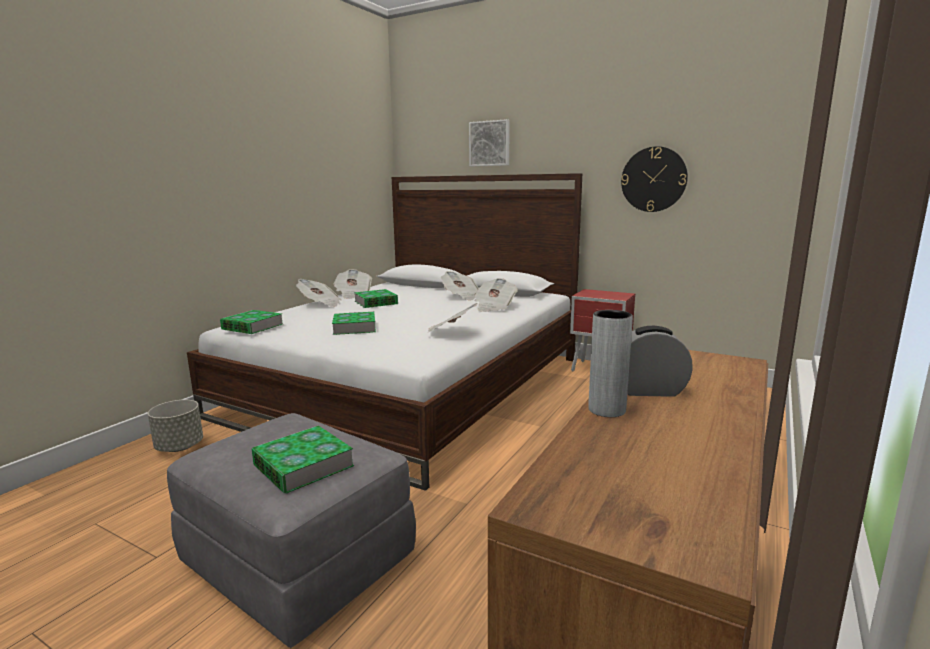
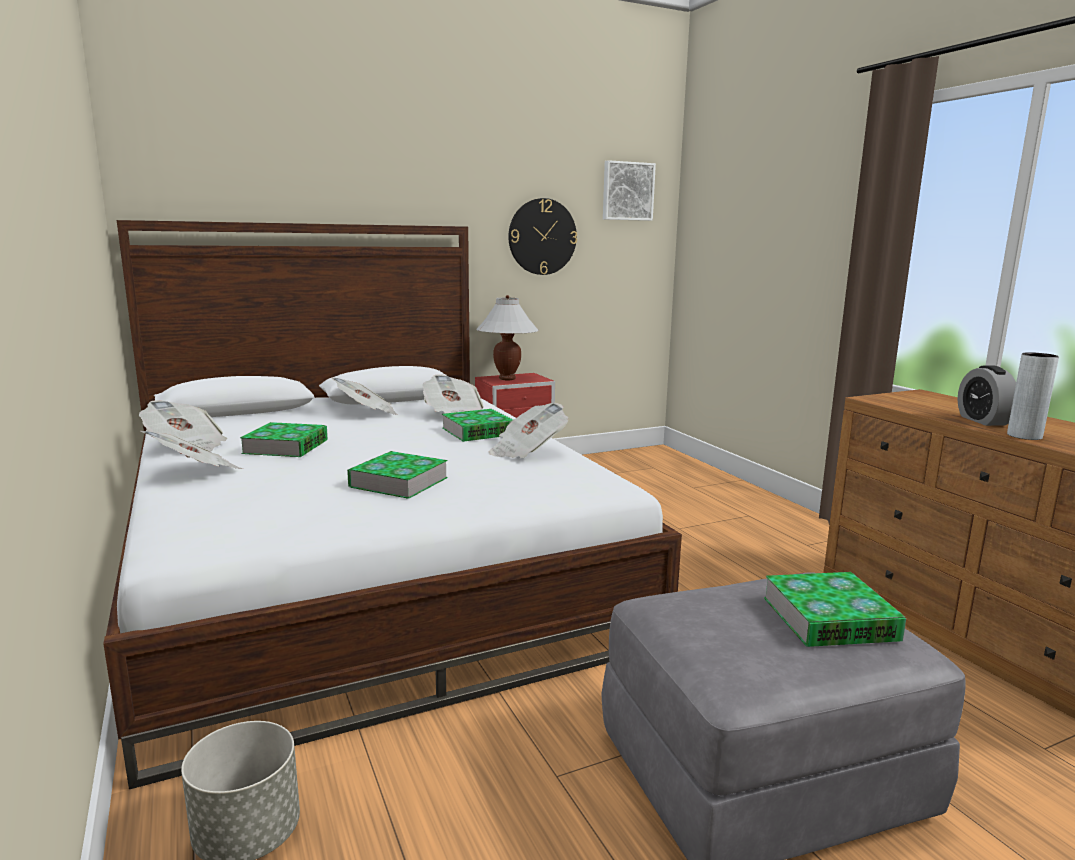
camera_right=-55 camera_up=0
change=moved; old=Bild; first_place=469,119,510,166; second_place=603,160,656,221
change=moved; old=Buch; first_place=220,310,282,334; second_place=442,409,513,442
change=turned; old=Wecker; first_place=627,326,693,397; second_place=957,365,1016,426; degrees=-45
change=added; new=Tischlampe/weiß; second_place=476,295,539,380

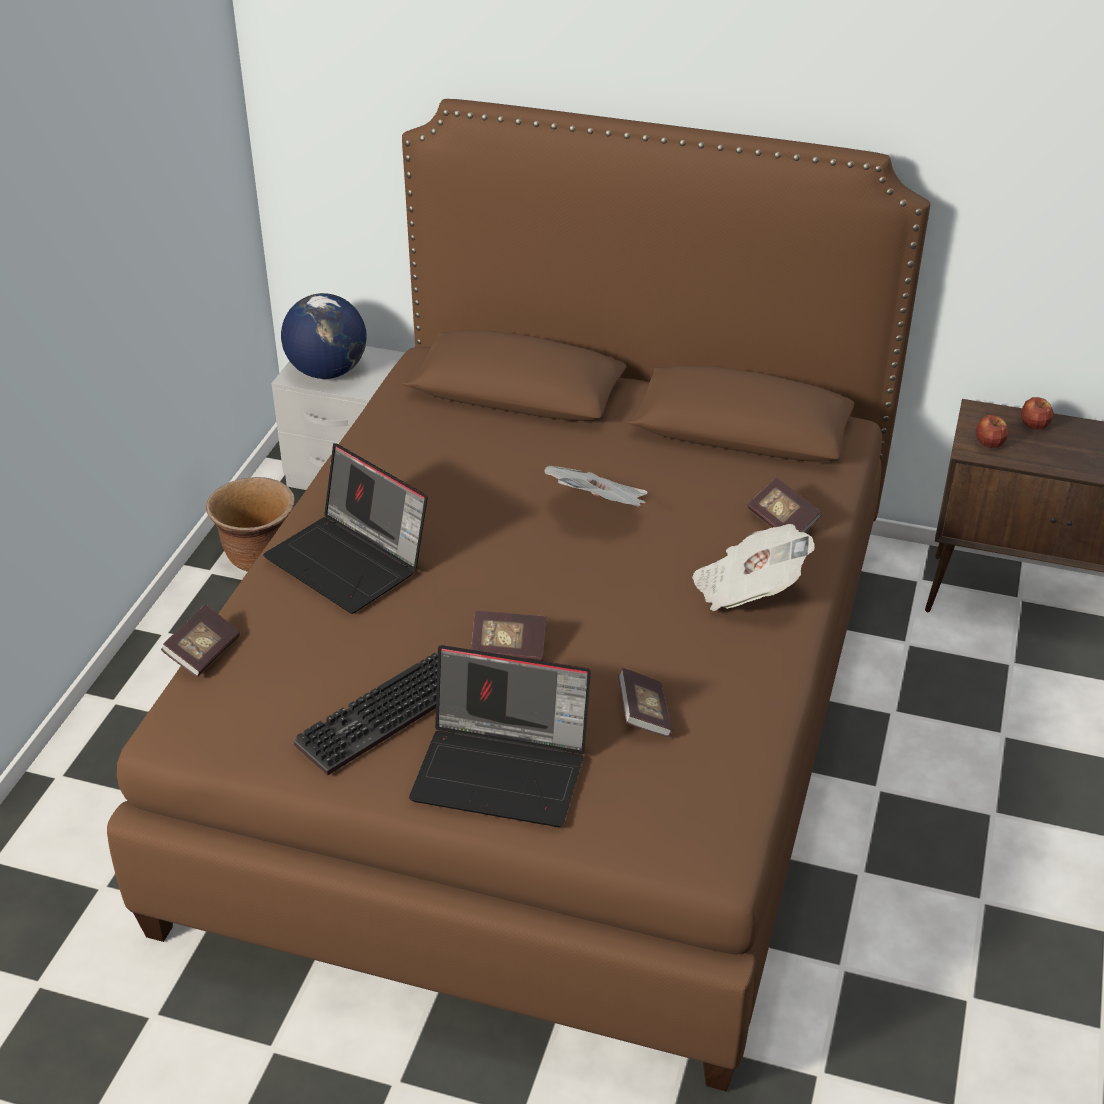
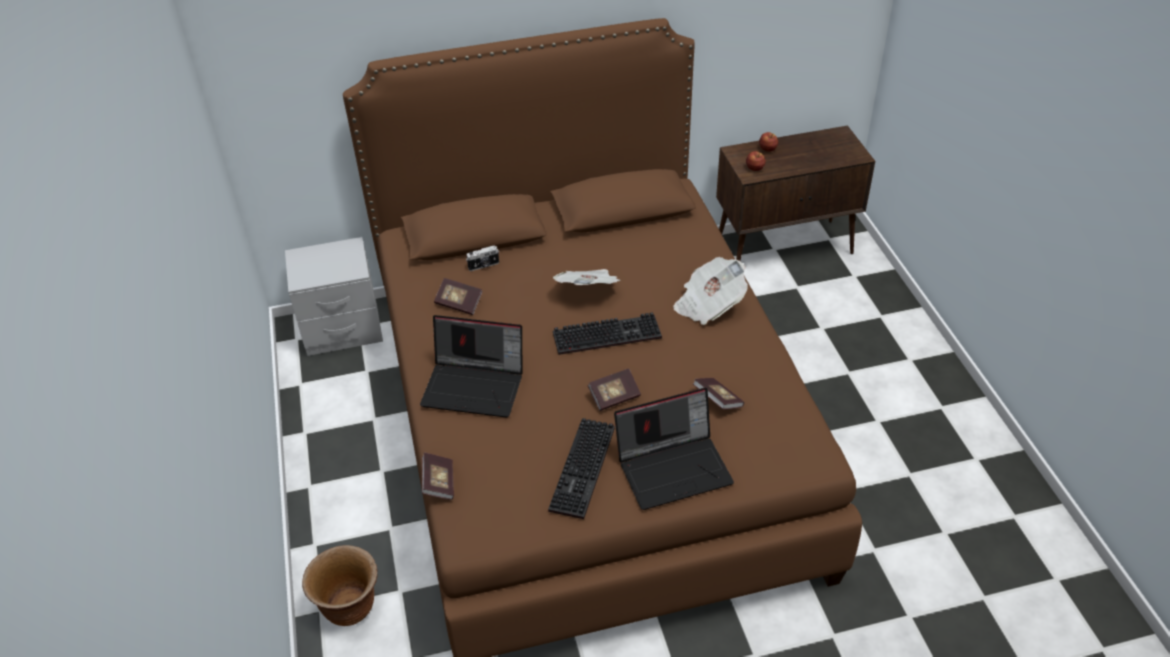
camera_right=-30 camera_up=5
change=removed; old=Globus; first_place=281,293,367,379
change=moved; old=Pflanzkübel/braun; first_place=206,477,295,572; second_place=302,545,377,626
change=moved; old=Buch; first_place=747,478,822,533; second_place=434,278,483,315
change=added; new=Kamera; second_place=466,245,499,271
change=added; new=Tastatur; second_place=553,312,662,355

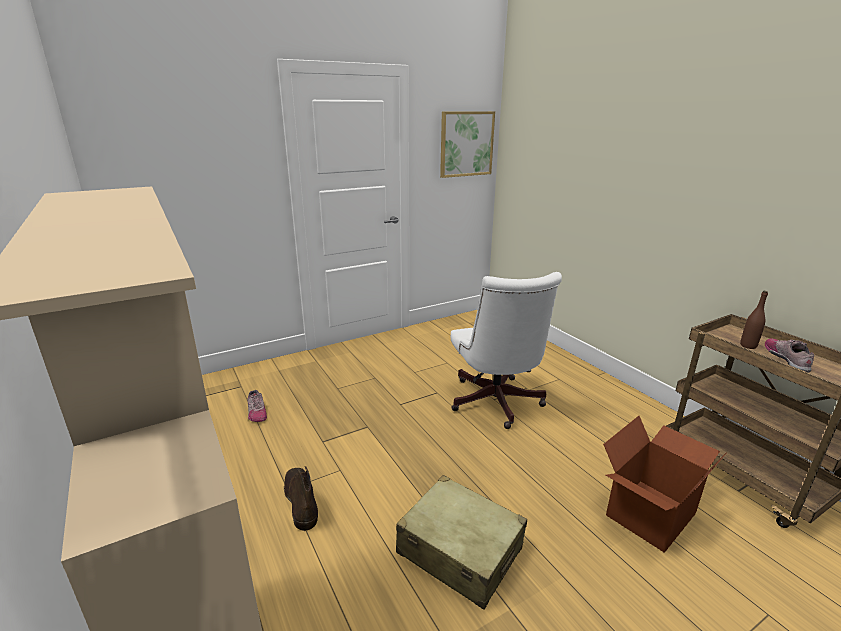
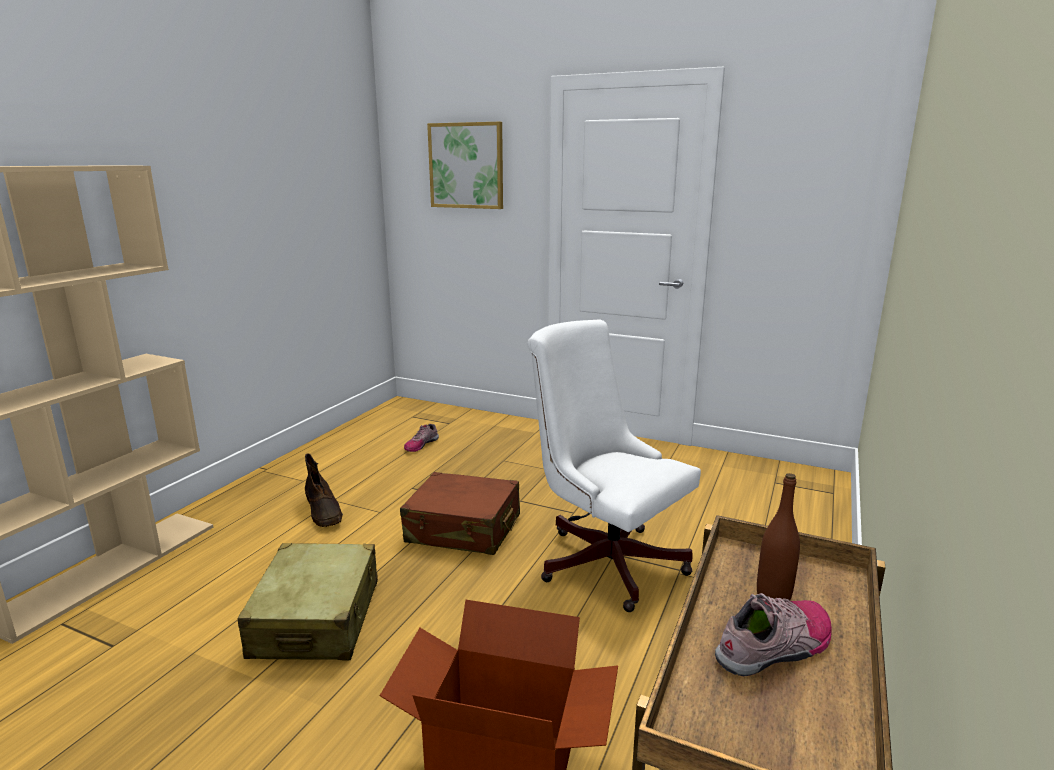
camera_right=55 camera_up=-5
change=moved; old=Bild; first_place=440,111,495,178; second_place=427,122,503,209
change=turned; old=Bürostuhl/weiß; first_place=451,272,562,429; second_place=527,320,701,612; degrees=90
change=turned; old=Stiefel/braun; first_place=284,466,318,531; second_place=305,453,343,527; degrees=120
change=added; new=Koffer/braun; second_place=400,472,520,555

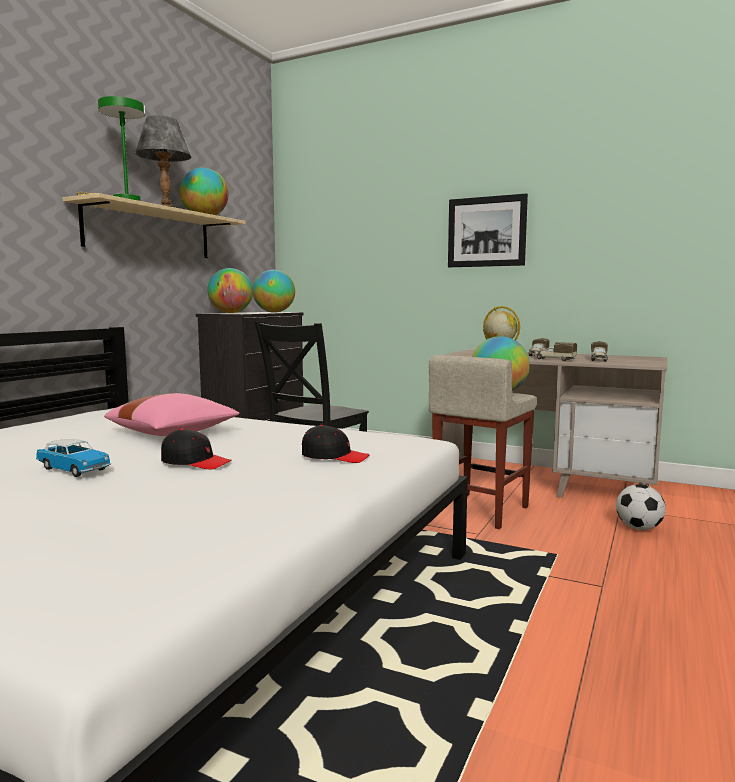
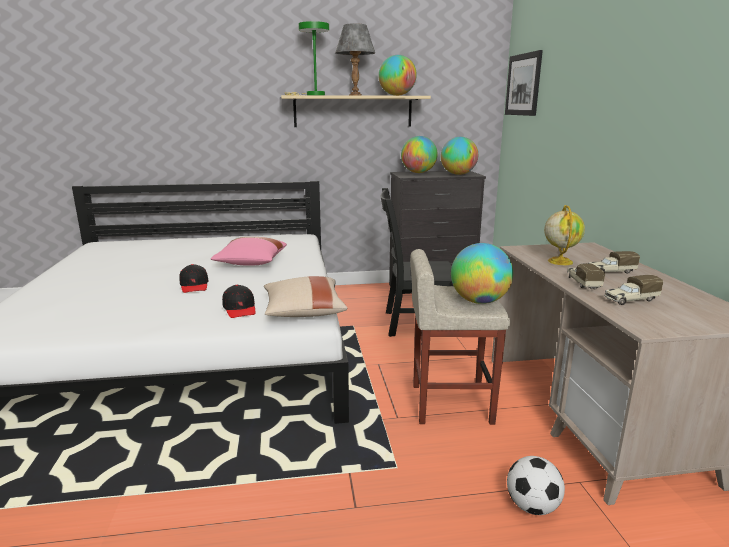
camera_right=55 camera_up=10
change=moved; old=Bild; first_place=448,193,528,267; second_place=505,50,543,116
change=removed; old=Spielzeugauto; first_place=36,439,111,477
change=added; new=Kissen/beige; second_place=264,276,347,317

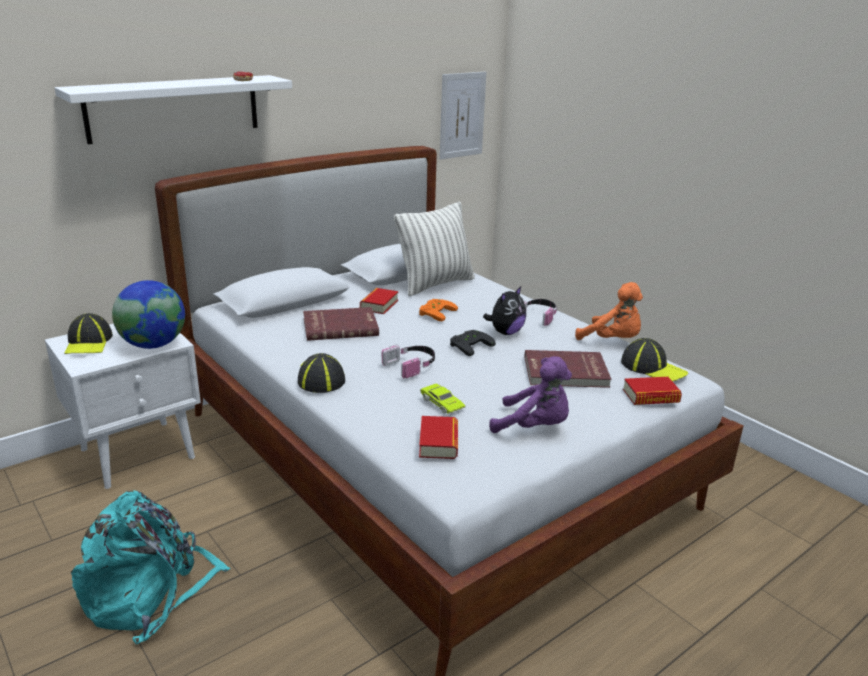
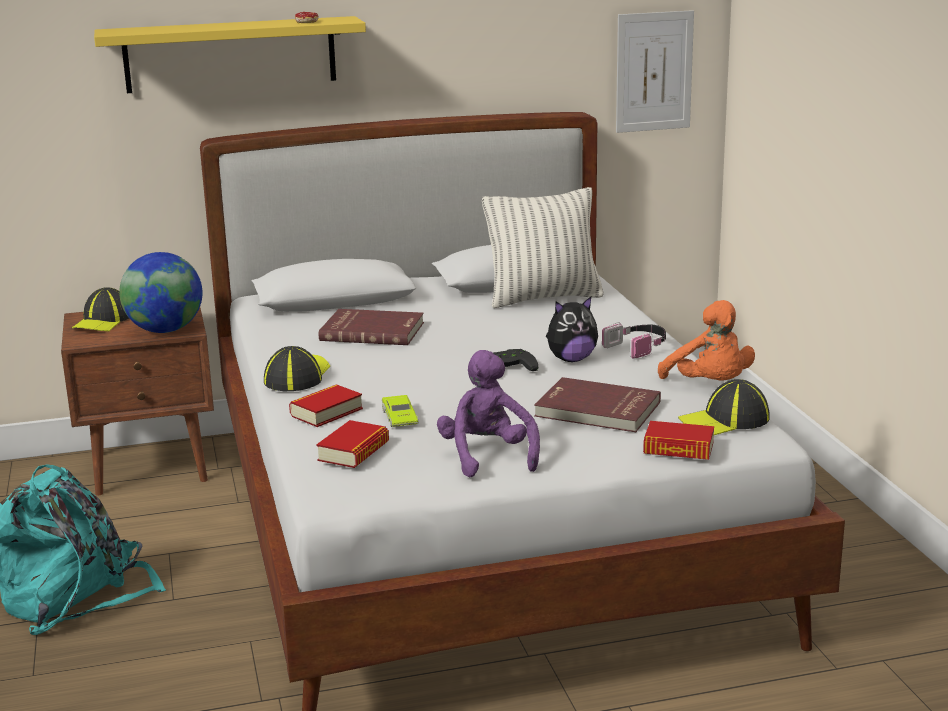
camera_right=25 camera_up=-5
change=recoloured; old=Wandregal/weiß; new=Wandregal/gelb; first_place=55,75,292,144; second_place=94,16,366,93
change=moved; old=Buch; first_place=360,288,398,314; second_place=289,384,363,427
change=removed; old=Gamepad/orange; first_place=419,299,458,321
change=recoloured; old=Nachttisch/weiß; new=Nachttisch/braun; first_place=45,324,201,489; second_place=61,308,214,496
change=turned; old=Kappe; first_place=621,338,688,382; second_place=678,379,770,435; degrees=90
change=removed; old=Kopfhörer; first_place=382,344,435,378
change=turned; old=Plüschtier/lila; first_place=489,356,572,433; second_place=437,350,540,477; degrees=-150

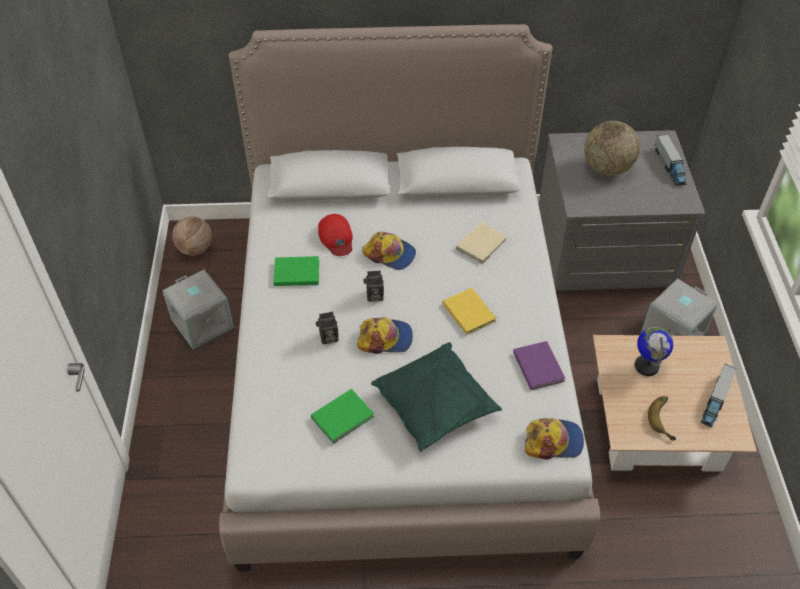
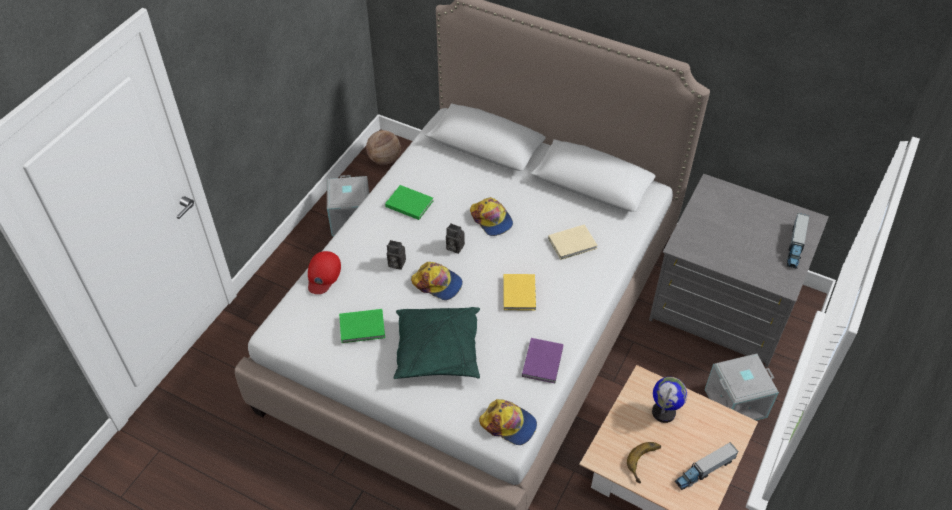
camera_right=30 camera_up=0
change=removed; old=Globus; first_place=584,121,640,176
change=moved; old=Kappe/rot; first_place=318,214,353,256; second_place=308,251,341,294

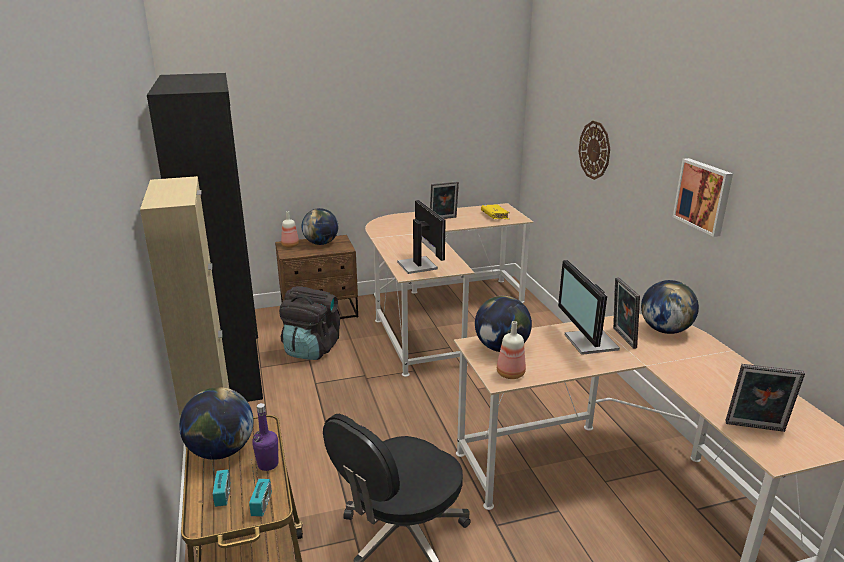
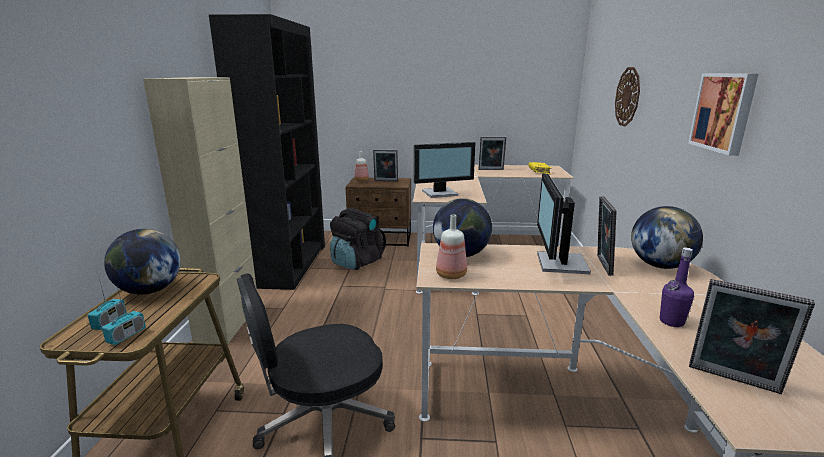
camera_right=20 camera_up=-5
change=turned; old=Monitor; first_place=397,200,446,274; second_place=414,142,476,198; degrees=75
change=replaced; old=Globus; new=Bilderrahmen; first_place=302,208,338,245; second_place=373,150,398,181
change=moved; old=Flasche/lila; first_place=252,403,278,471; second_place=660,248,694,327

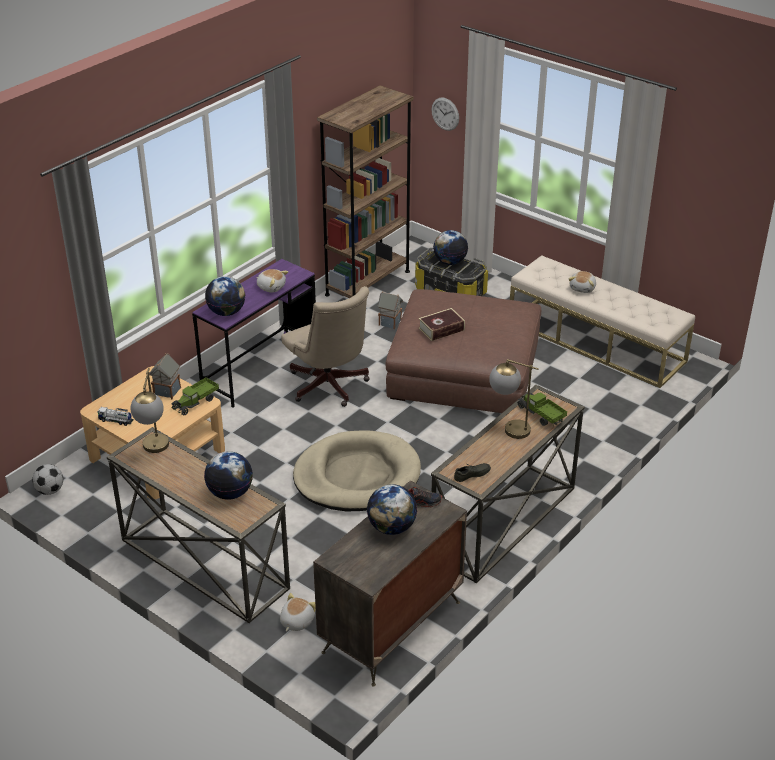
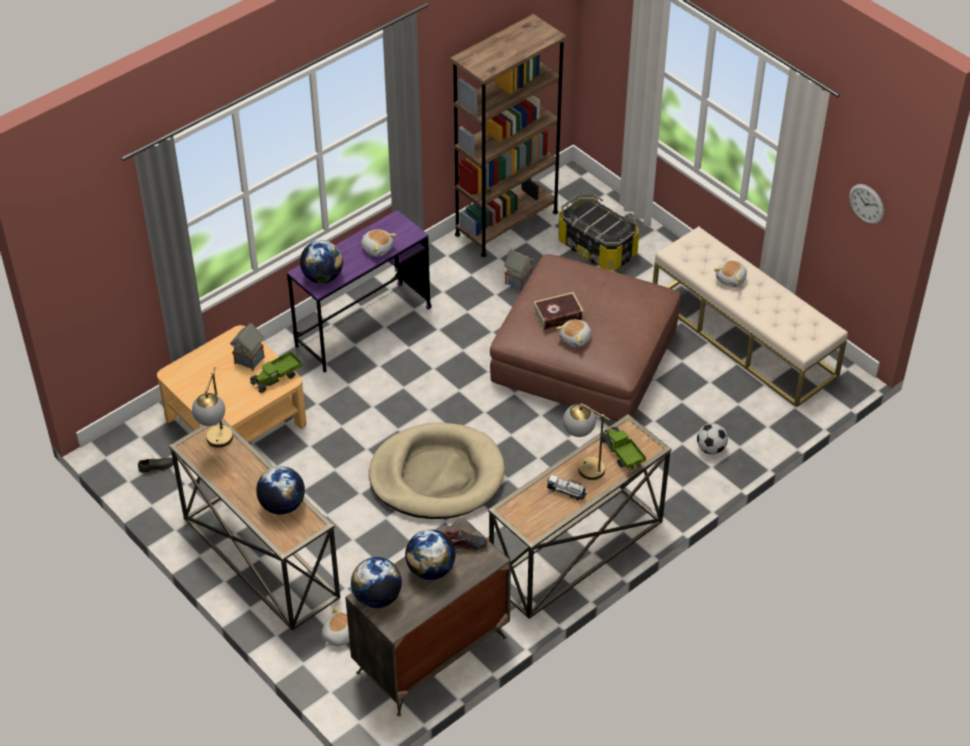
camera_right=10 camera_up=10
change=moved; old=Wanduhr; first_place=431,97,459,131; second_place=849,184,884,224
change=moved; old=Globus; first_place=433,230,468,265; second_place=351,557,402,608
change=removed; old=Bürostuhl/beige; first_place=281,286,370,407
change=moved; old=Spielzeuglaster; first_place=98,407,134,426; second_place=547,474,587,500
change=moved; old=Schuh/grau; first_place=454,463,491,482; second_place=138,455,174,473
change=moved; old=Fußball; first_place=32,464,63,495; second_place=697,423,728,455
change=added; new=Plüschtier; second_place=556,319,591,347

